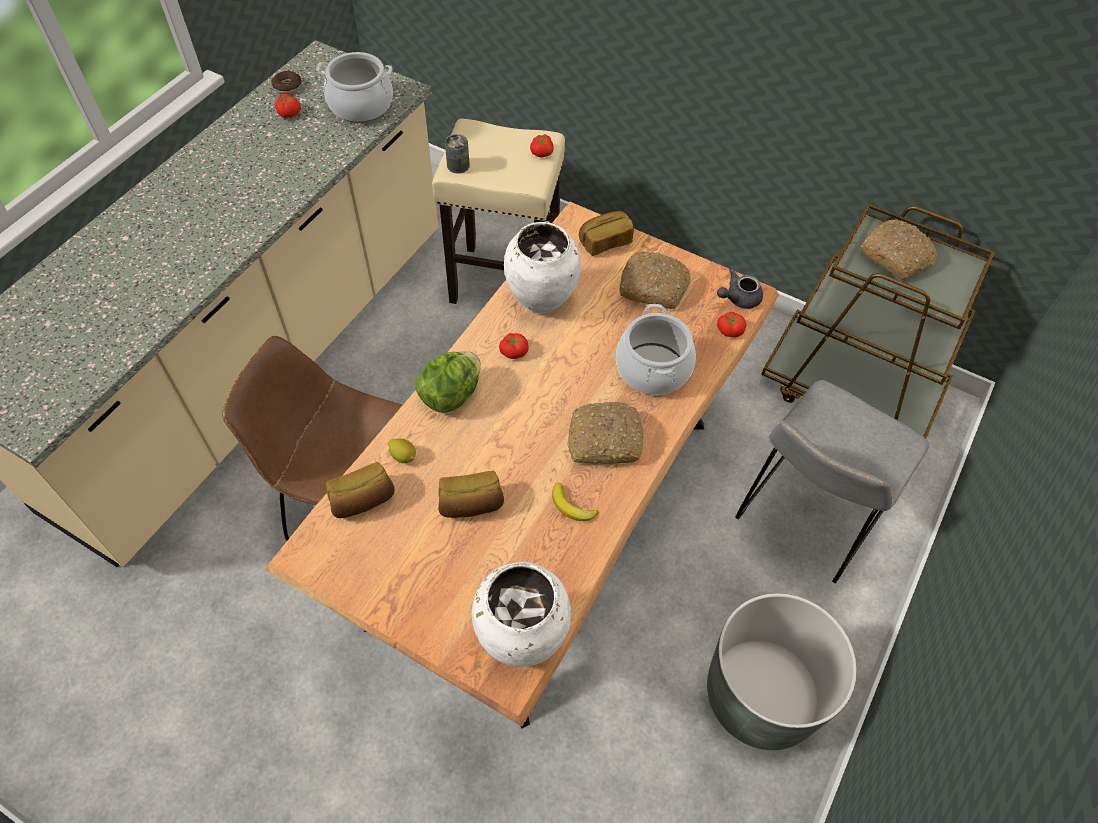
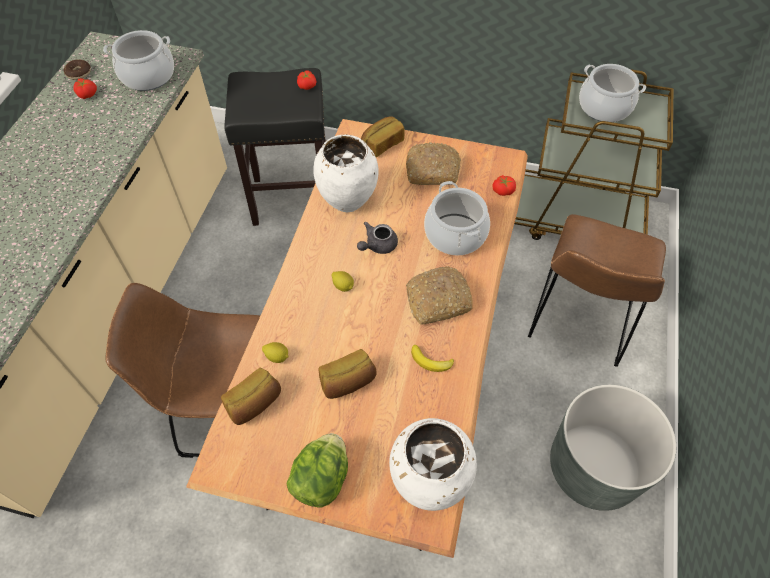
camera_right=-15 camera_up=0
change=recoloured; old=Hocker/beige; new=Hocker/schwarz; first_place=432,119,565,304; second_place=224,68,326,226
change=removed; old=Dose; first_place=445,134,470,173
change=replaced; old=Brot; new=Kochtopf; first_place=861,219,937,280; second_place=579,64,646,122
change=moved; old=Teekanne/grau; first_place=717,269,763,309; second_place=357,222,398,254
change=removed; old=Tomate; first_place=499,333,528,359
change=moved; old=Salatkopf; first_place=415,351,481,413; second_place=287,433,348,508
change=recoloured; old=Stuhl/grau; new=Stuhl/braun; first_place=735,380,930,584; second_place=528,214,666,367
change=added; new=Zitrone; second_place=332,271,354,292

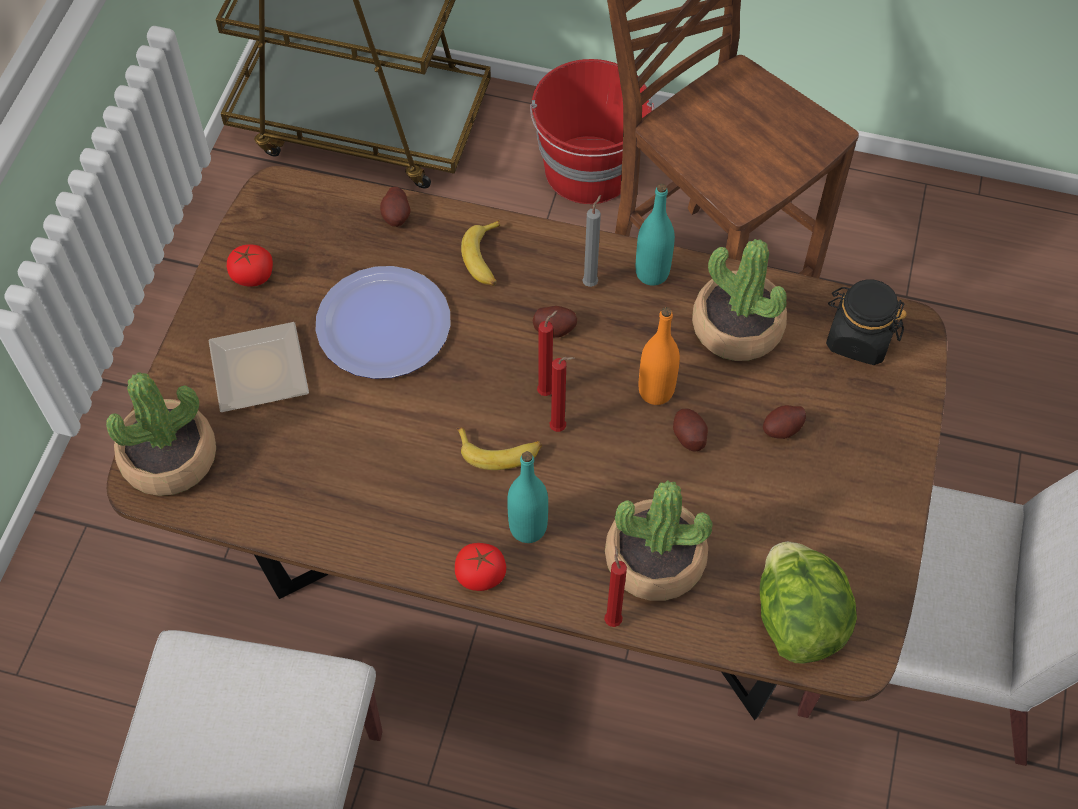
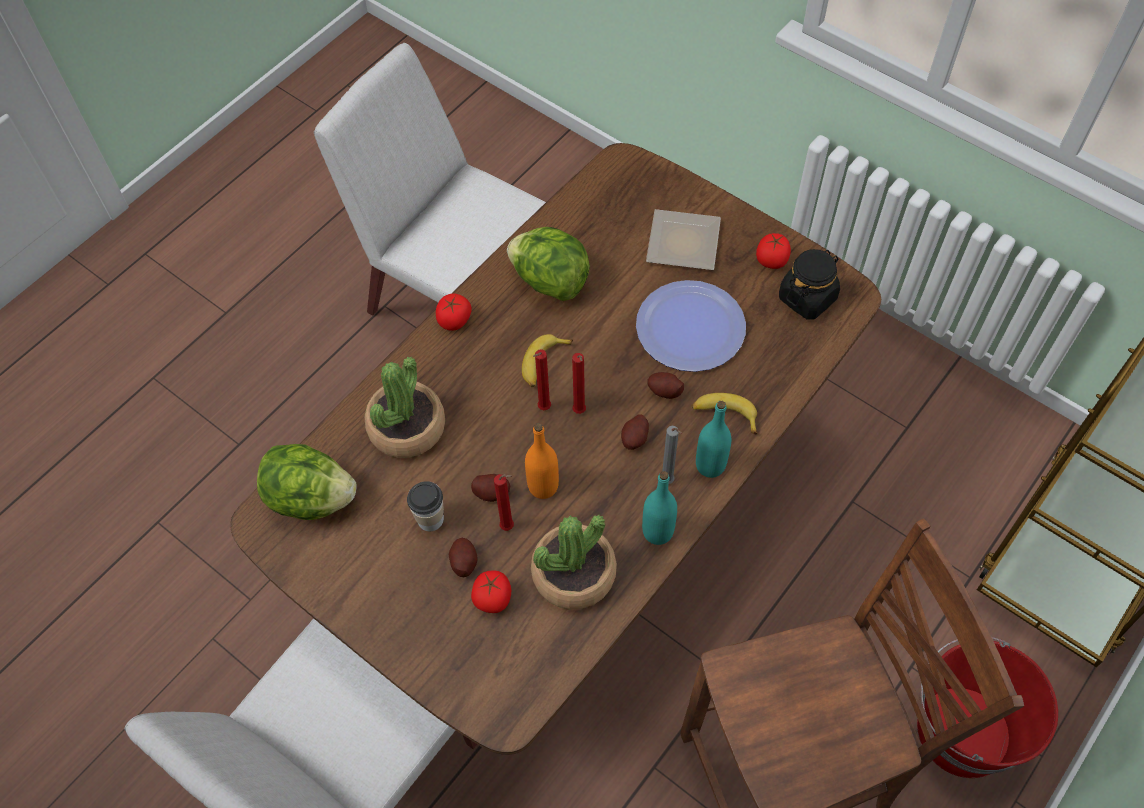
camera_right=115 camera_up=0
change=moved; old=Kartoffel; first_place=380,187,411,227; second_place=647,372,684,399
change=moved; old=Vorratsglas/schwarz; first_place=826,279,907,365; second_place=779,249,840,320
change=removed; old=Topfpflanze; first_place=106,372,216,496
change=moved; old=Flasche/türkis; first_place=507,451,548,543; second_place=696,401,731,478
change=moved; old=Kerze/rot; first_place=604,546,627,627; second_place=494,474,514,531
change=added; new=Salatkopf; second_place=507,227,590,301
change=added; new=Tasse; second_place=407,481,444,531
change=added; new=Tomate; second_place=471,570,511,613

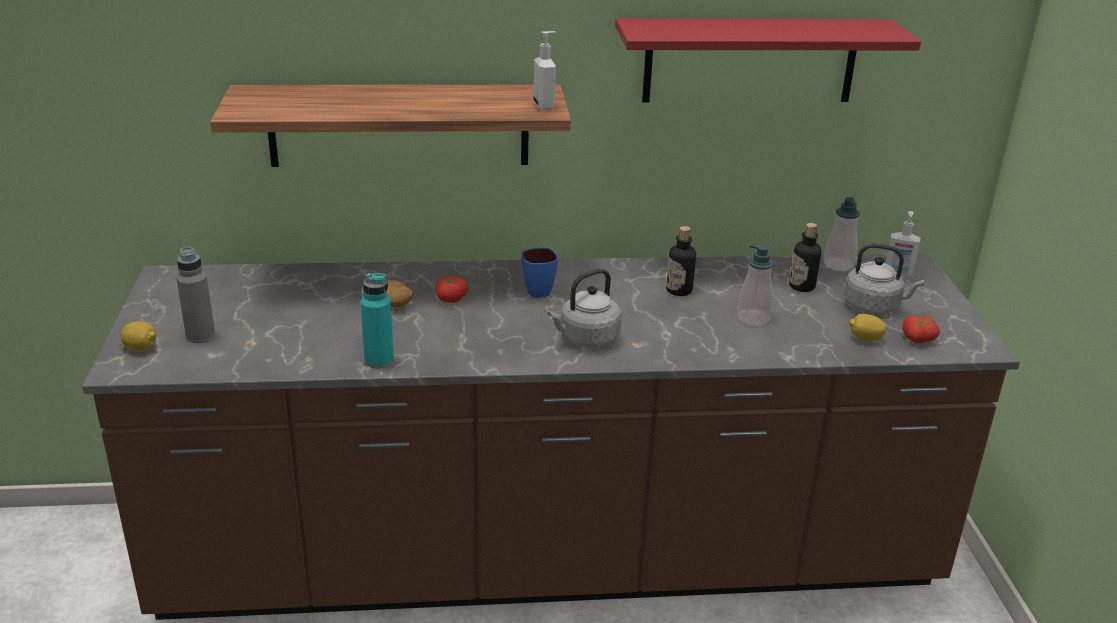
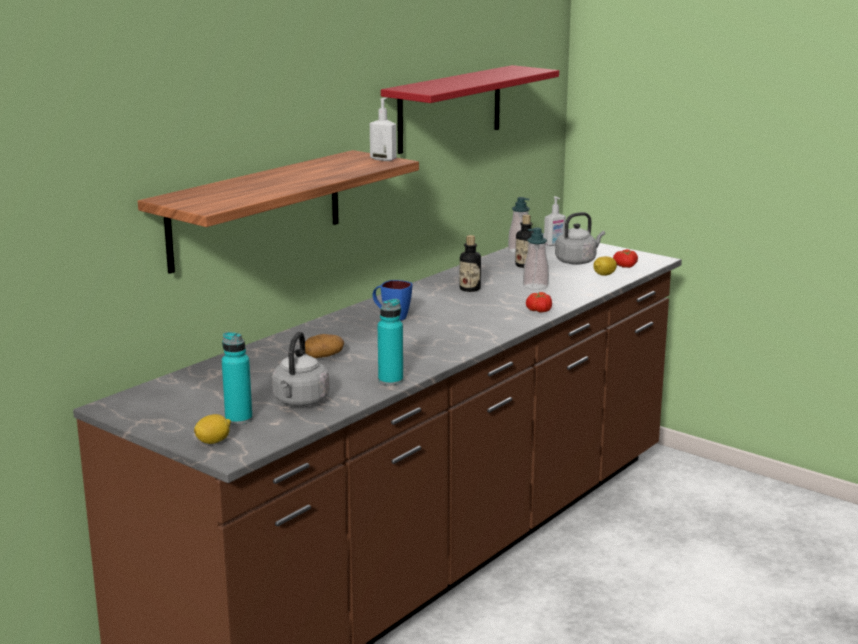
camera_right=-45 camera_up=-10
change=recoloured; old=Flasche/grau; new=Flasche/türkis; first_place=176,246,215,343; second_place=222,332,253,425
change=moved; old=Wasserkessel/grau; first_place=548,269,622,348; second_place=272,332,329,406
change=moved; old=Tomate; first_place=436,276,468,303; second_place=526,292,552,313

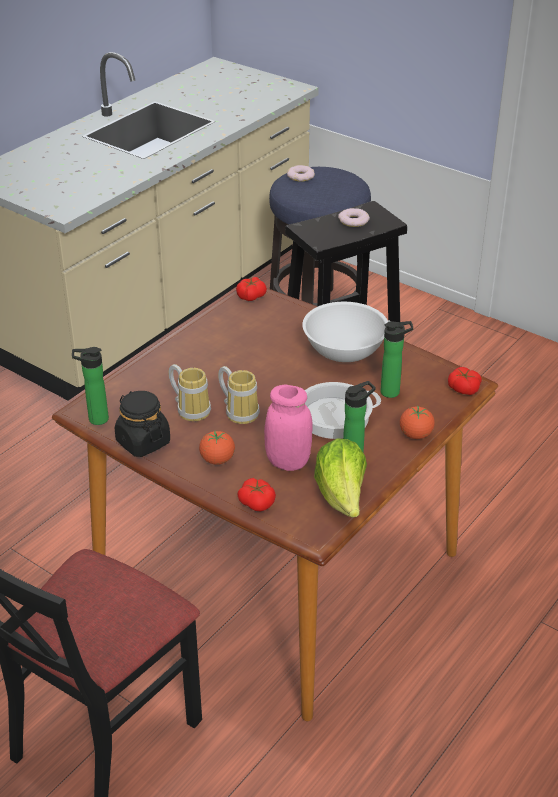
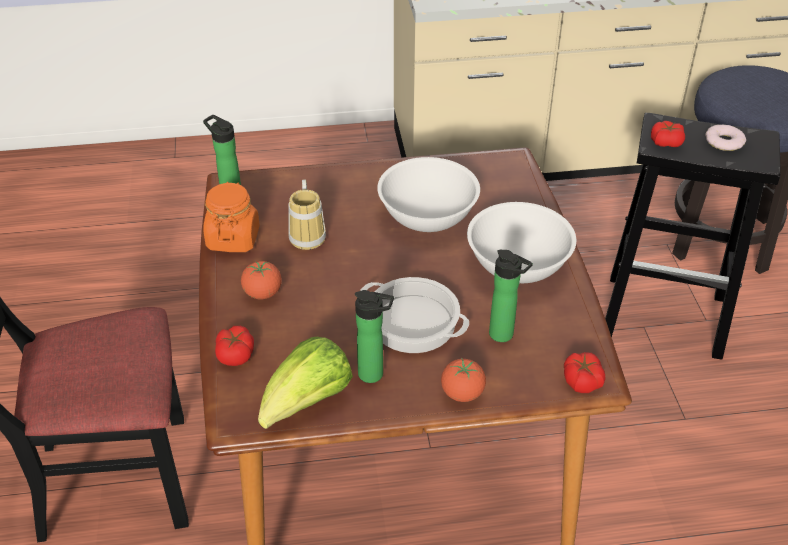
camera_right=45 camera_up=5
change=removed; old=Donut; first_place=287,165,315,182
change=moved; old=Tomate; first_place=236,277,267,301; second_place=651,121,685,147
change=removed; old=Henkelbecher; first_place=218,366,260,424
change=removed; old=Vorratsglas/rosa; first_place=264,385,313,471
change=recoloured; old=Vorratsglas/schwarz; new=Vorratsglas/orange; first_place=115,391,170,457; second_place=203,182,260,252
change=added; new=Schüssel/weiß; second_place=377,157,480,232

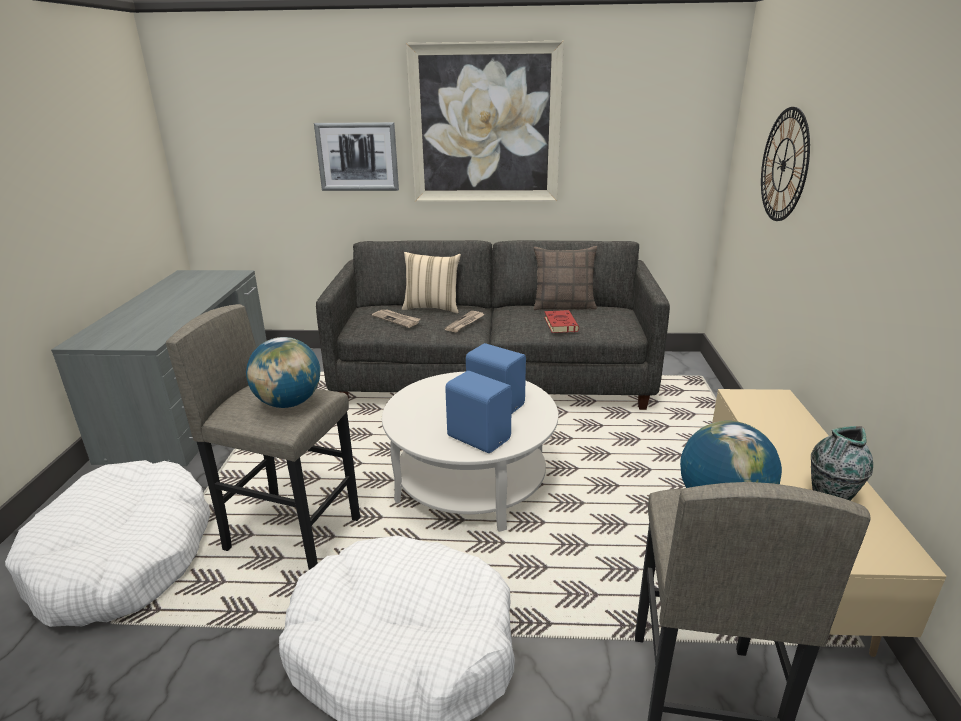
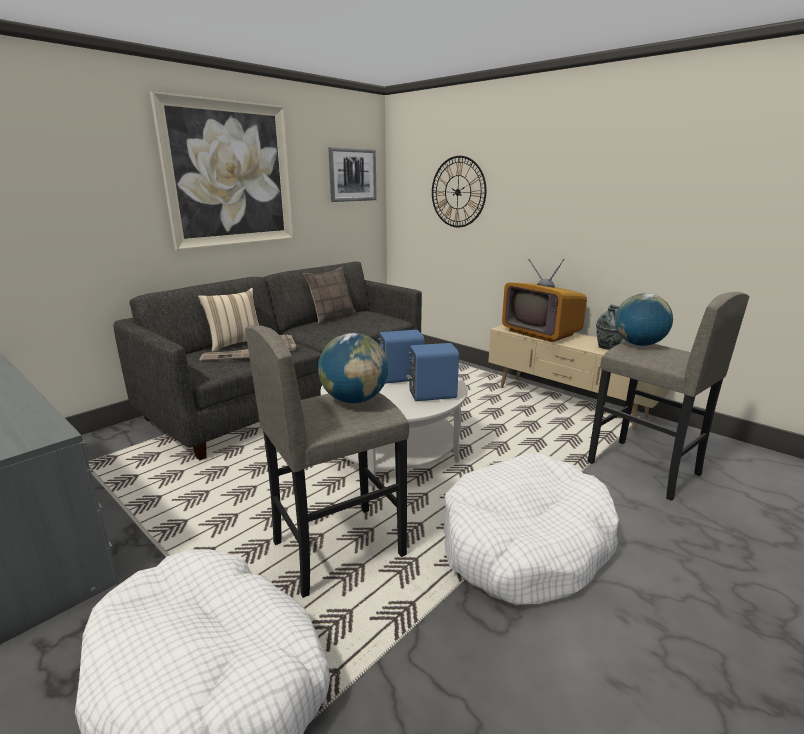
camera_right=-50 camera_up=-5
change=moved; old=Bild; first_place=314,122,399,191; second_place=328,147,377,202
change=removed; old=Buch/rot; first_place=544,310,579,333
change=added; new=Fernseher; second_place=502,259,587,342

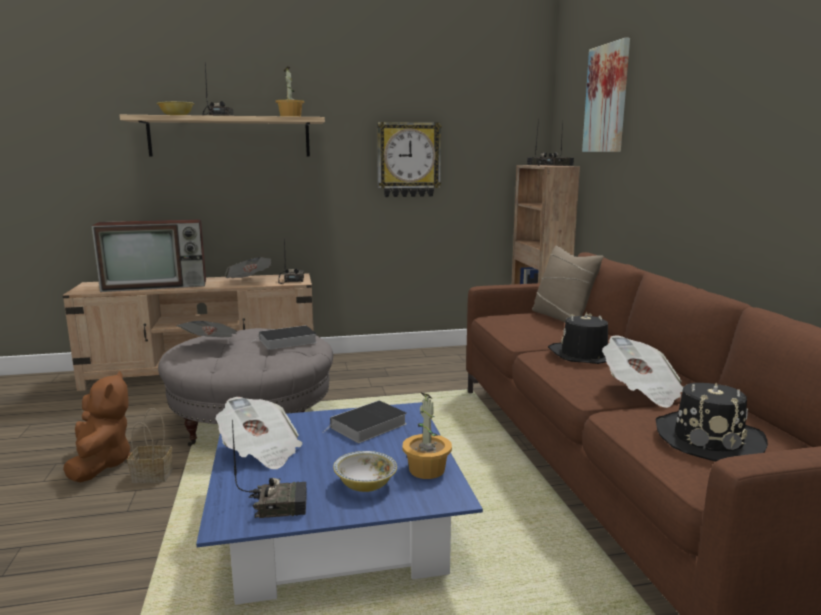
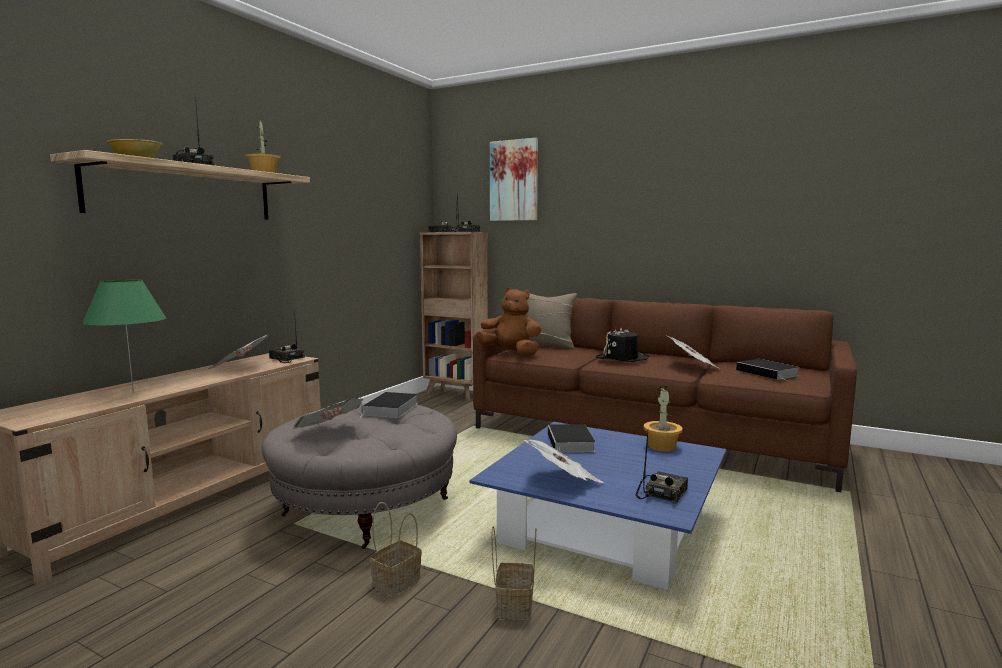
camera_right=-50 camera_up=-5
change=removed; old=Wanduhr; first_place=377,122,442,197
change=replaced; old=Fernseher; new=Tischlampe/grün; first_place=91,219,206,292; second_place=82,280,166,393
change=moved; old=Plüschtier/braun; first_place=63,371,131,483; second_place=476,288,541,356
change=replaced; old=Hut/schwarz; new=Buch; first_place=656,382,768,461; second_place=736,359,799,381
change=removed; old=Schüssel; first_place=333,451,397,492
change=added; new=Korb; second_place=491,526,536,620

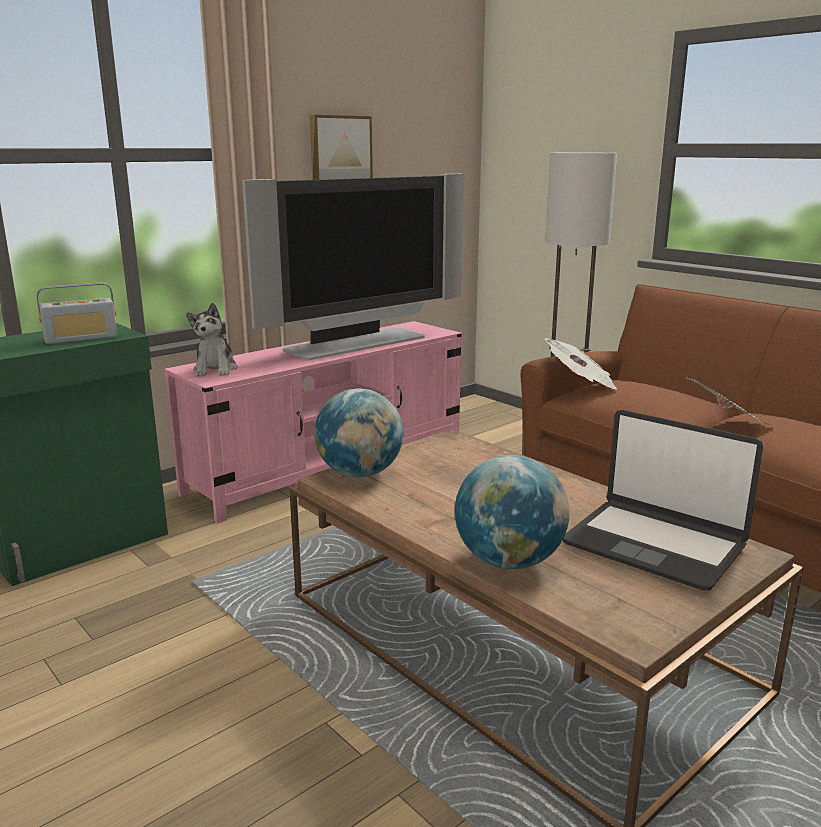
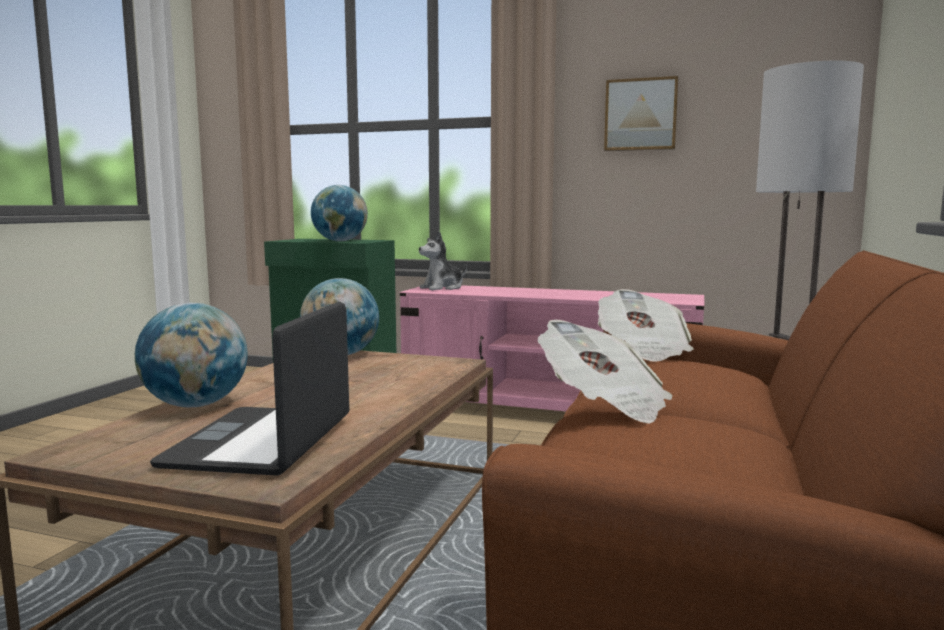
camera_right=60 camera_up=-10
change=removed; old=Fernseher; first_place=242,174,464,360
change=replaced; old=Radio; new=Globus; first_place=37,283,117,344; second_place=311,185,368,241

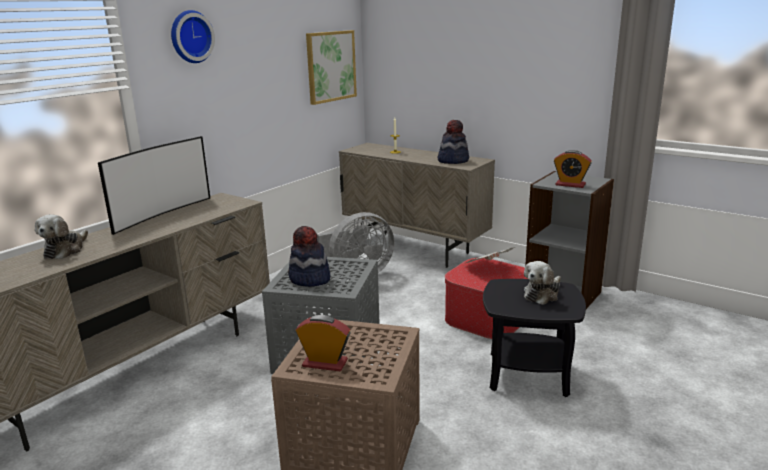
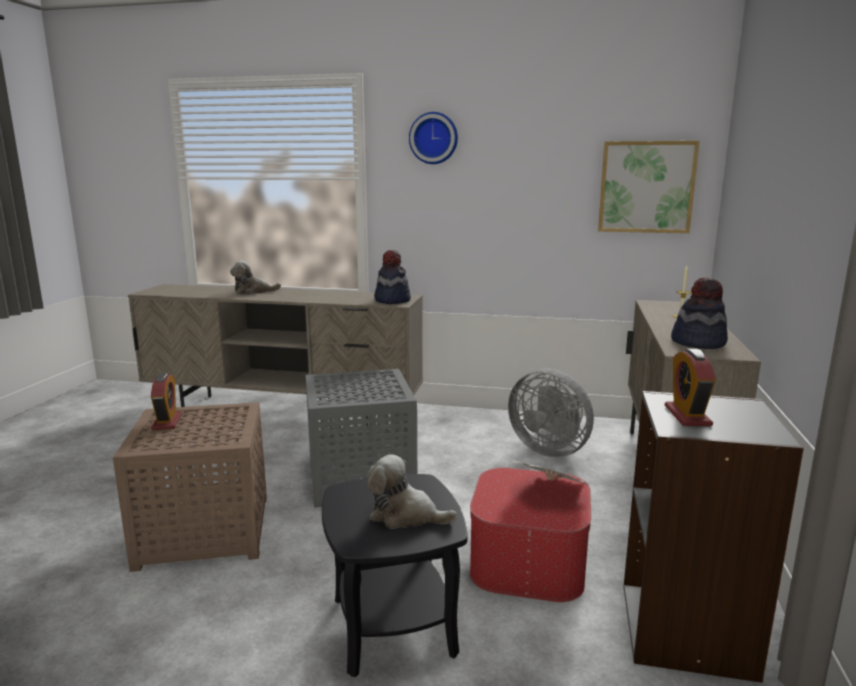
camera_right=65 camera_up=-5
change=removed; old=Fernseher; first_place=98,136,210,235
change=moved; old=Hut; first_place=288,226,331,287; second_place=374,250,411,304

